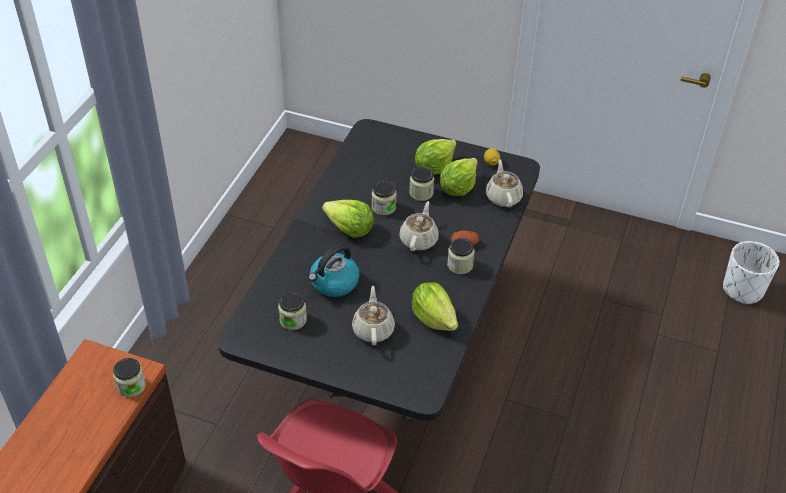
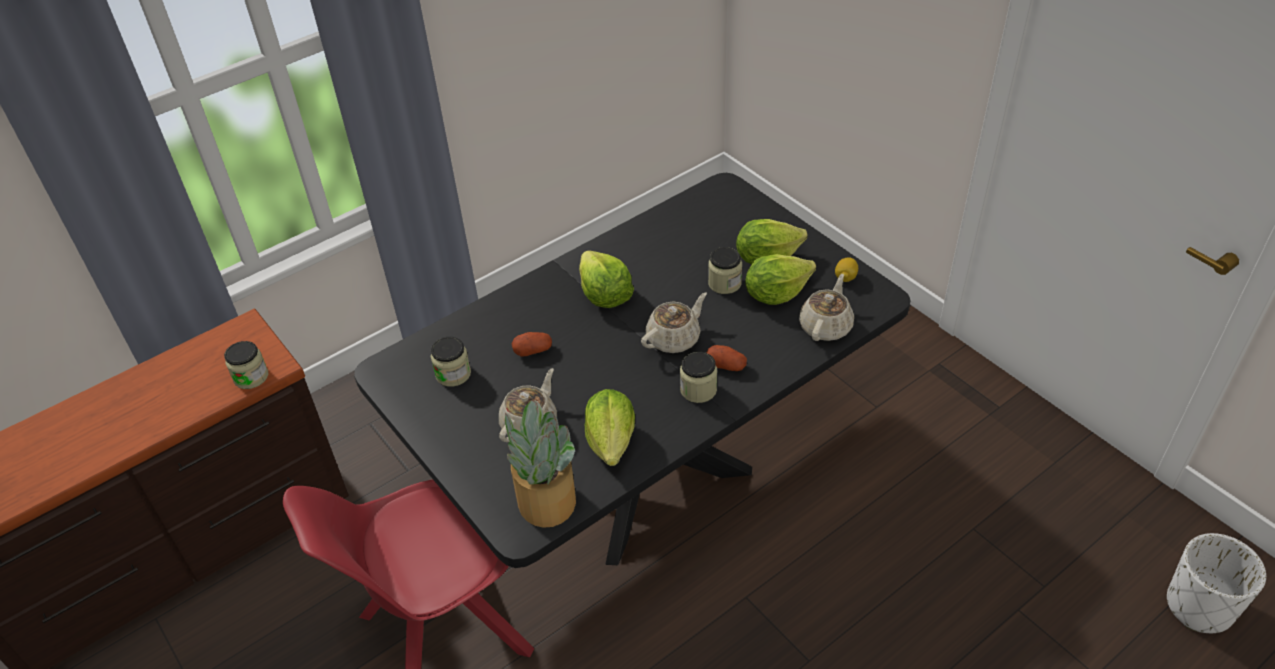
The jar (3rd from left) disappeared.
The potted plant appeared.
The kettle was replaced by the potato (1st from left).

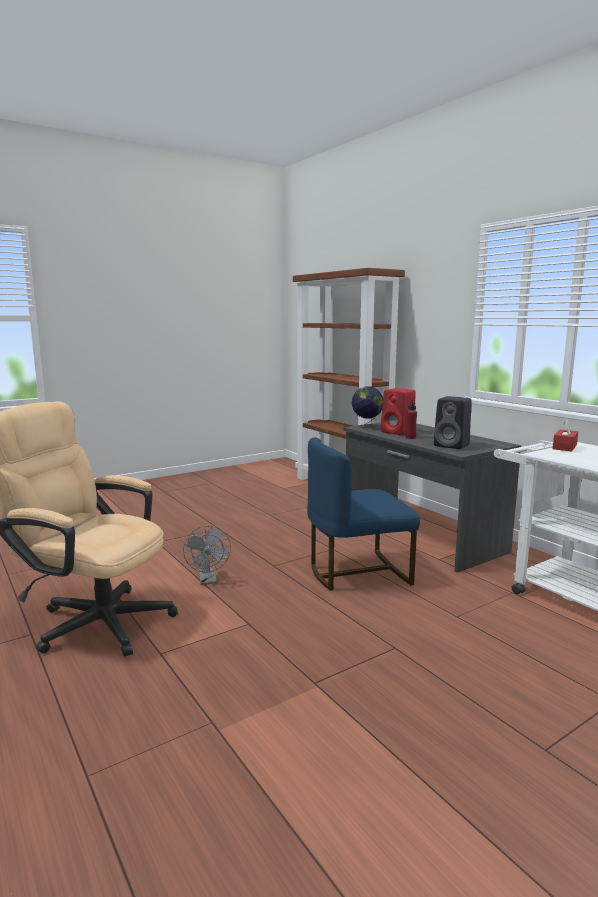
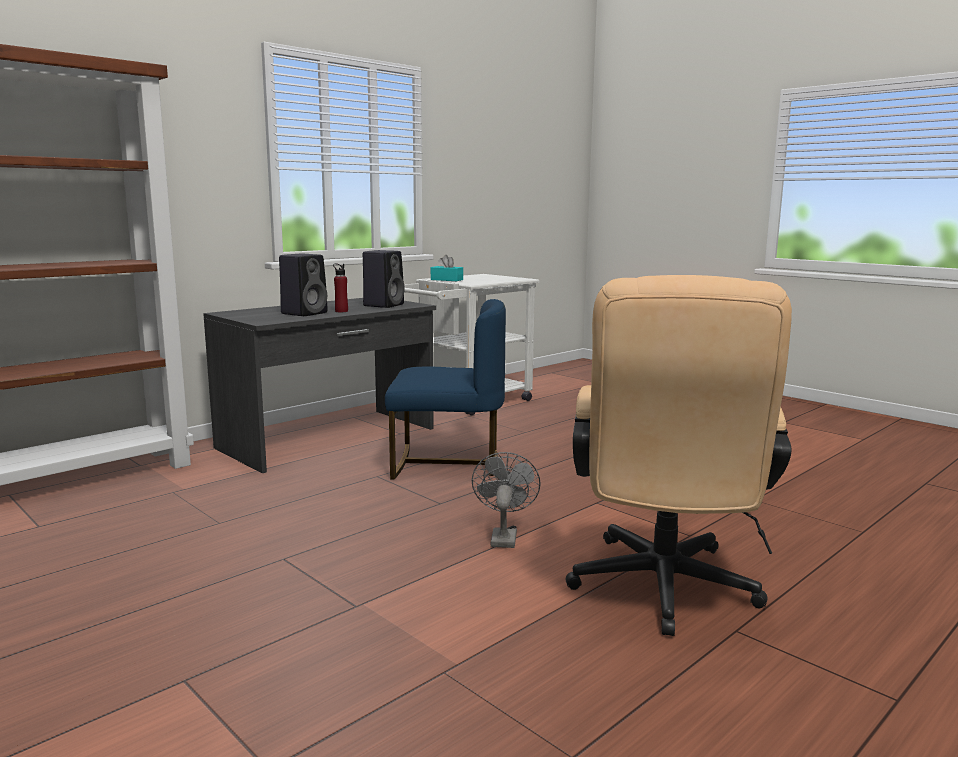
The globe disappeared.
The speaker in red became the speaker in black (1st from left).
The tissue box in red became the tissue box in turquoise.
The fan in grey turned 60 degrees counterclockwise.
The chair in blue turned 60 degrees counterclockwise.

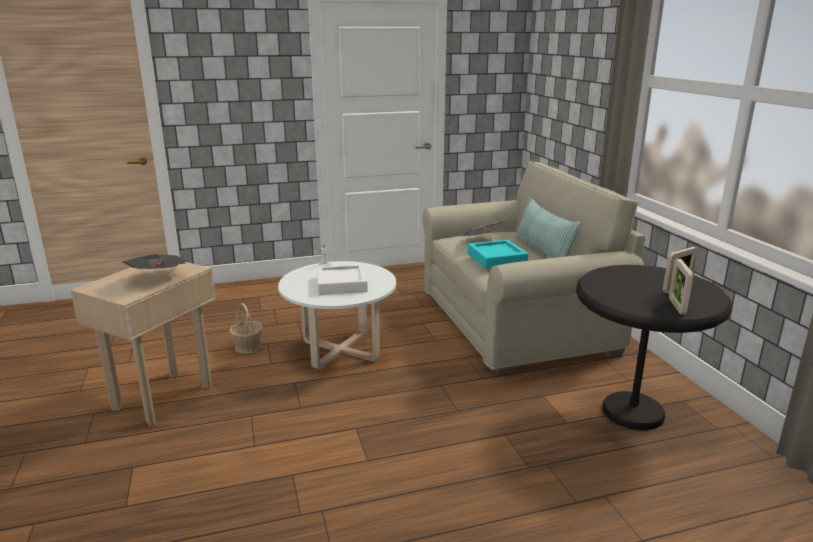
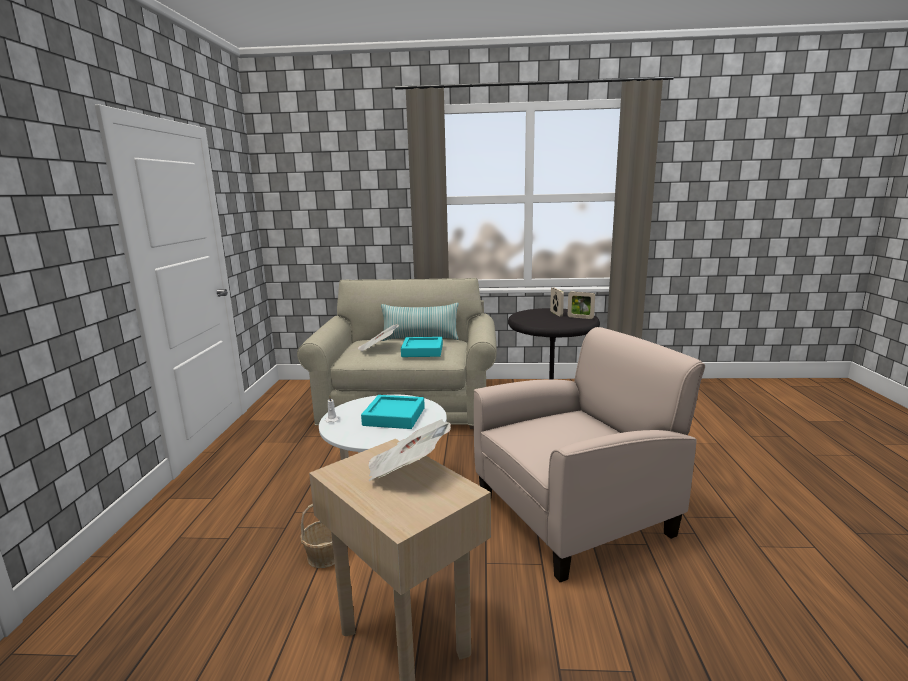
The armchair in beige appeared.
The tray in white became the tray in turquoise (1st from left).

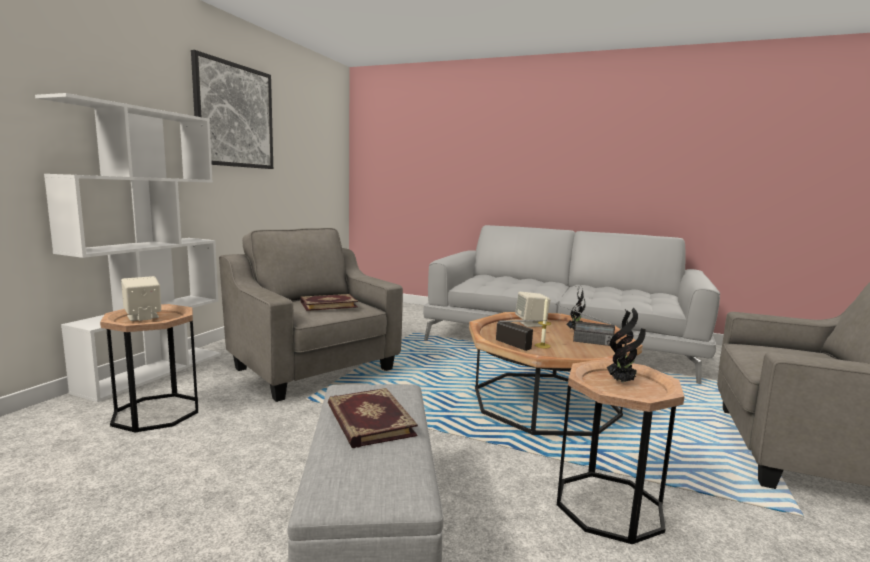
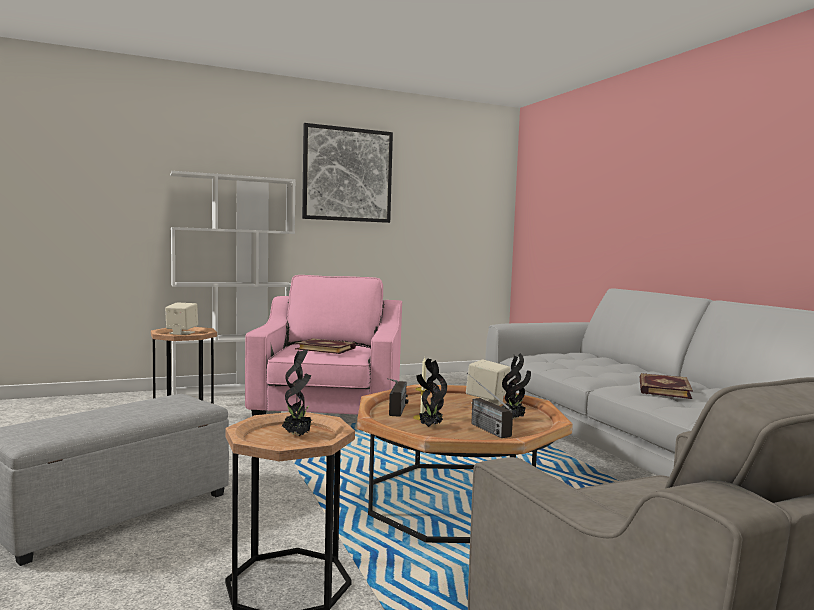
The potted plant (2nd from left) appeared.
The book (2nd from left) moved.
The armchair in grey (1st from left) became the armchair in pink.

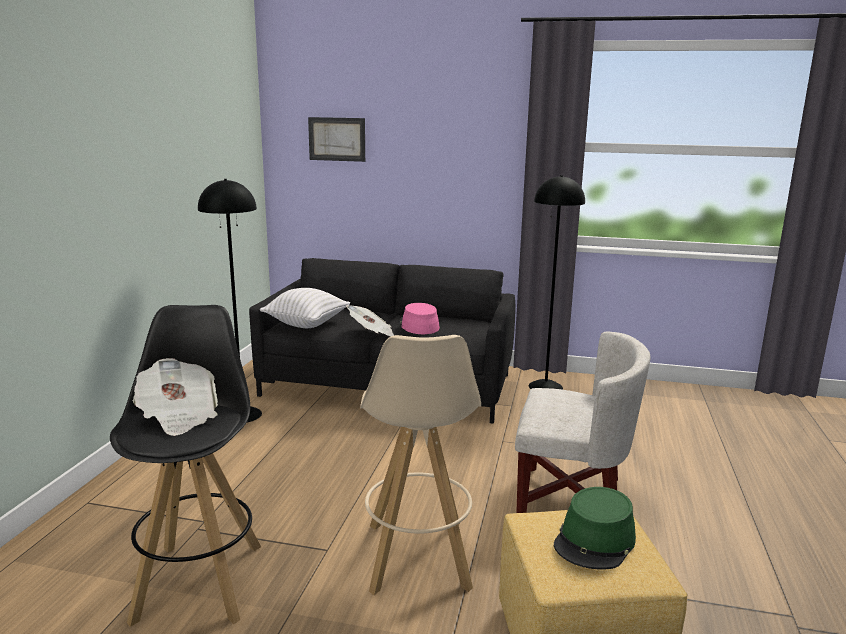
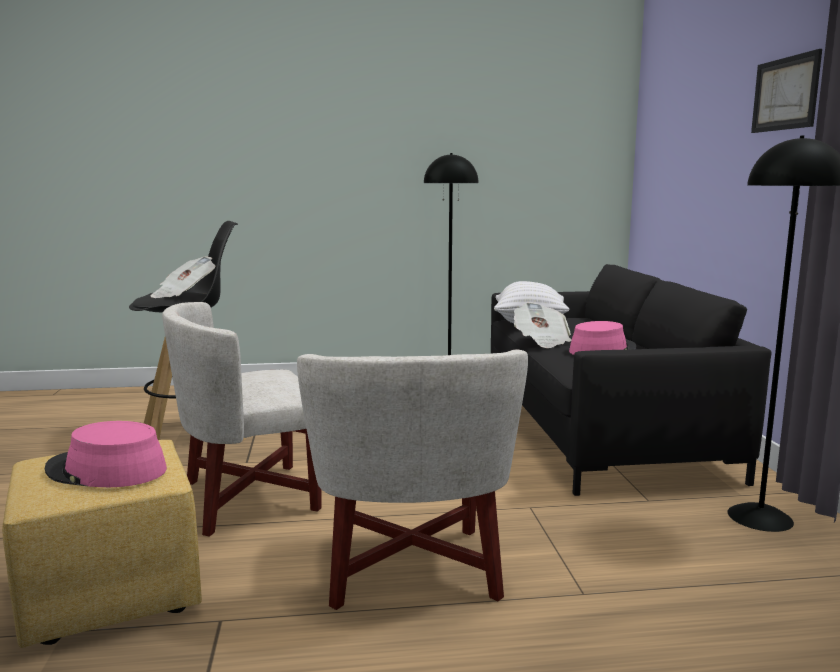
The picture moved.
The stool in beige was replaced by the armchair in white (1st from left).
The hat in green became the hat in pink (1st from left).

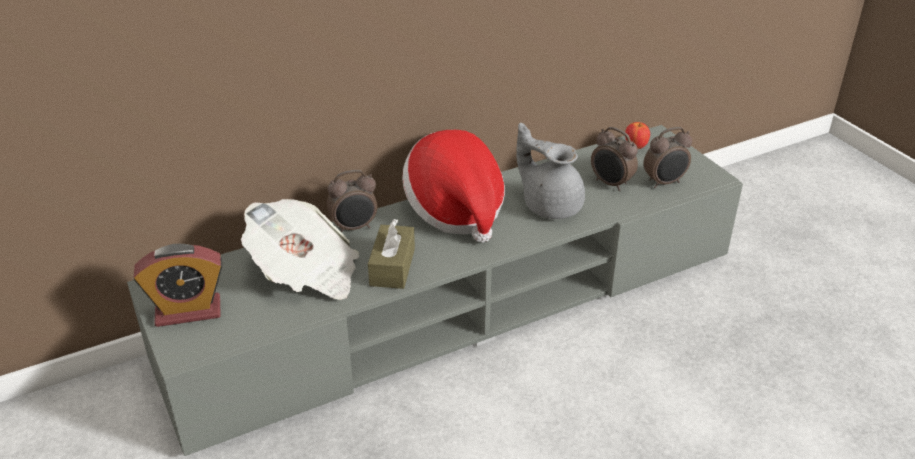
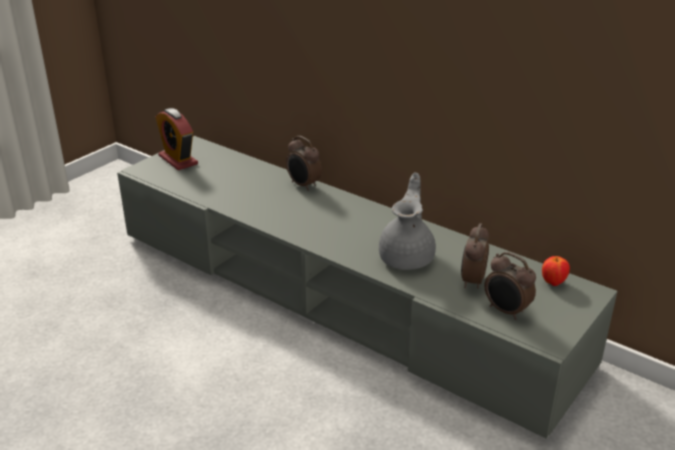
The newspaper disappeared.
The tissue box in brown disappeared.
The hat disappeared.

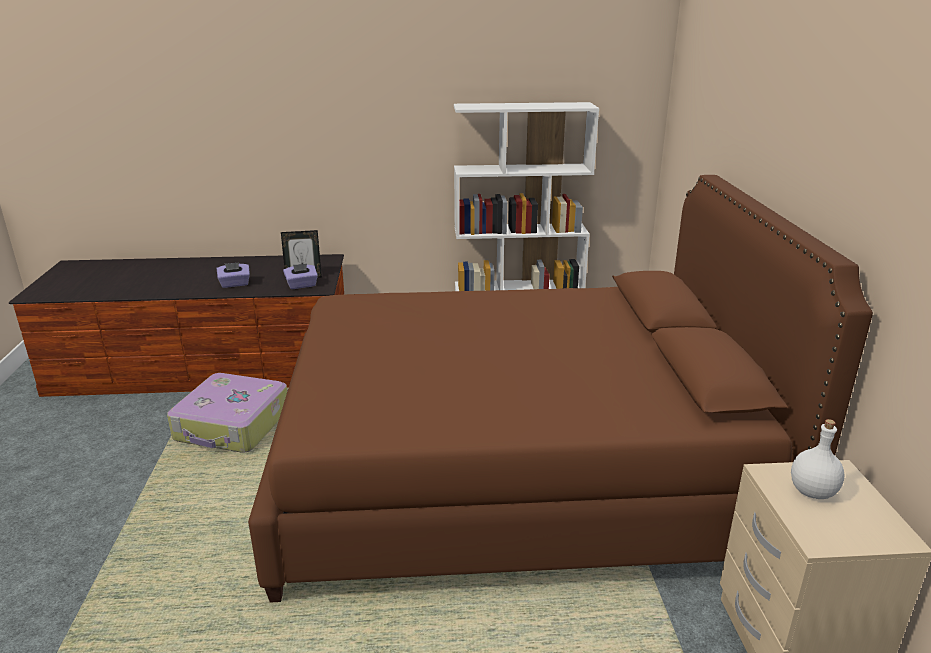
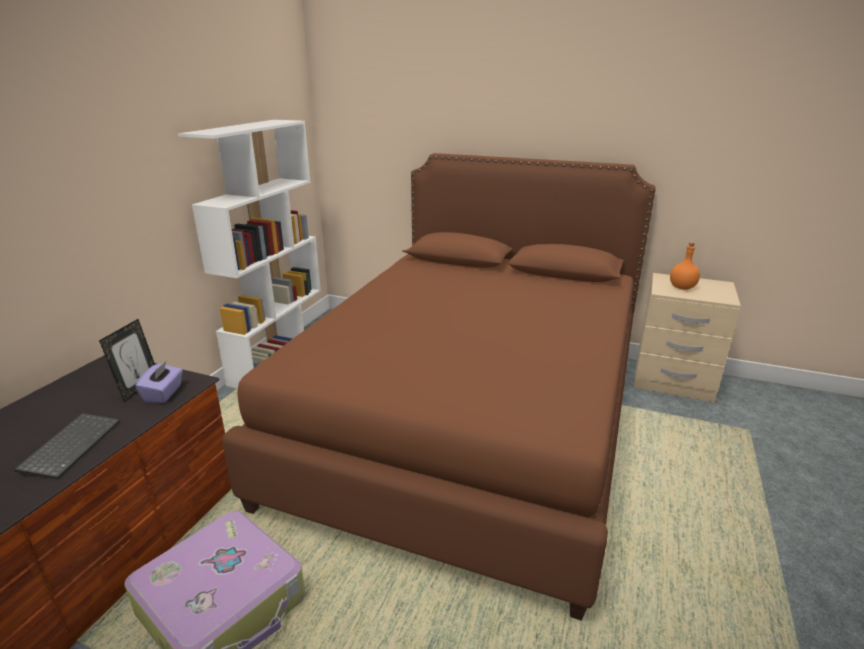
The tissue box in purple (1st from left) was replaced by the keyboard.
The bottle in white became the bottle in orange.

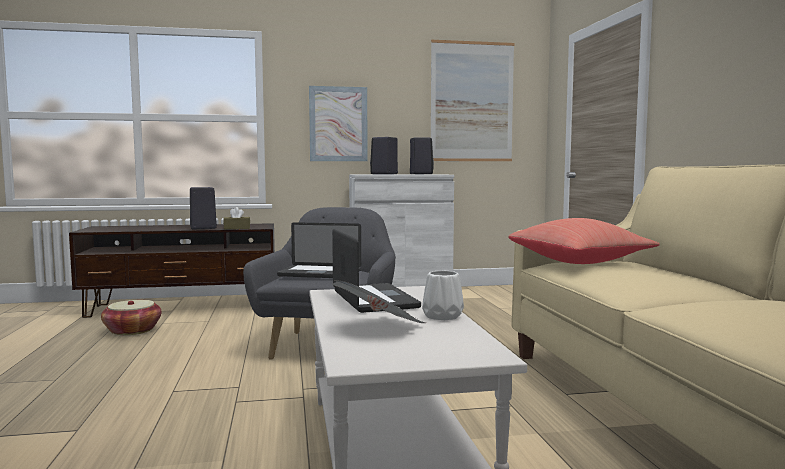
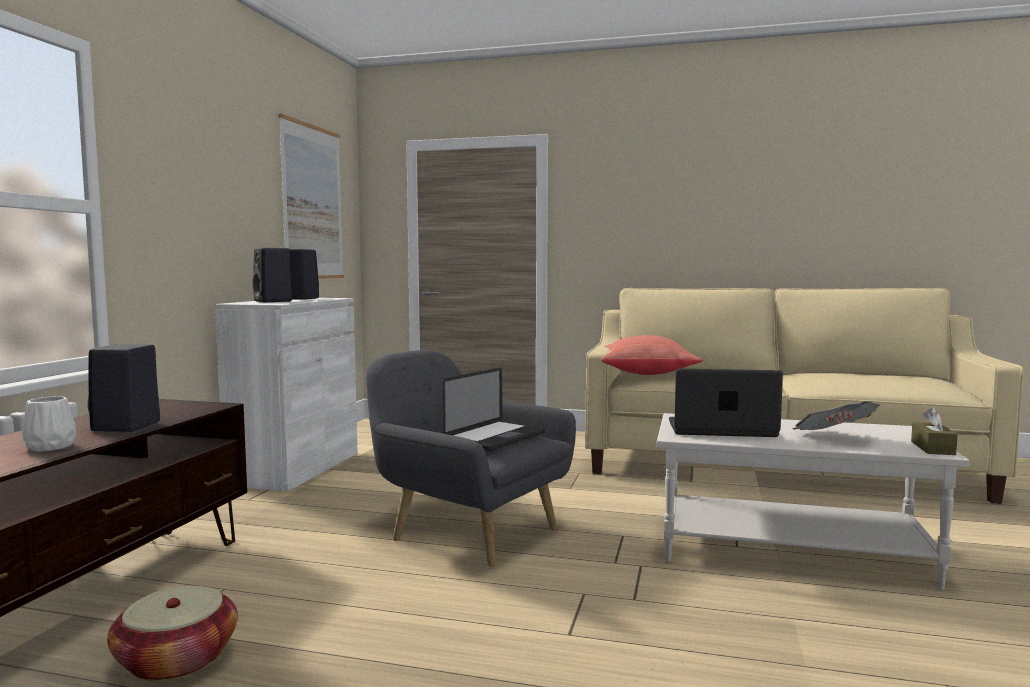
The picture (1st from left) disappeared.
The tissue box in brown moved.
The vase in white moved.

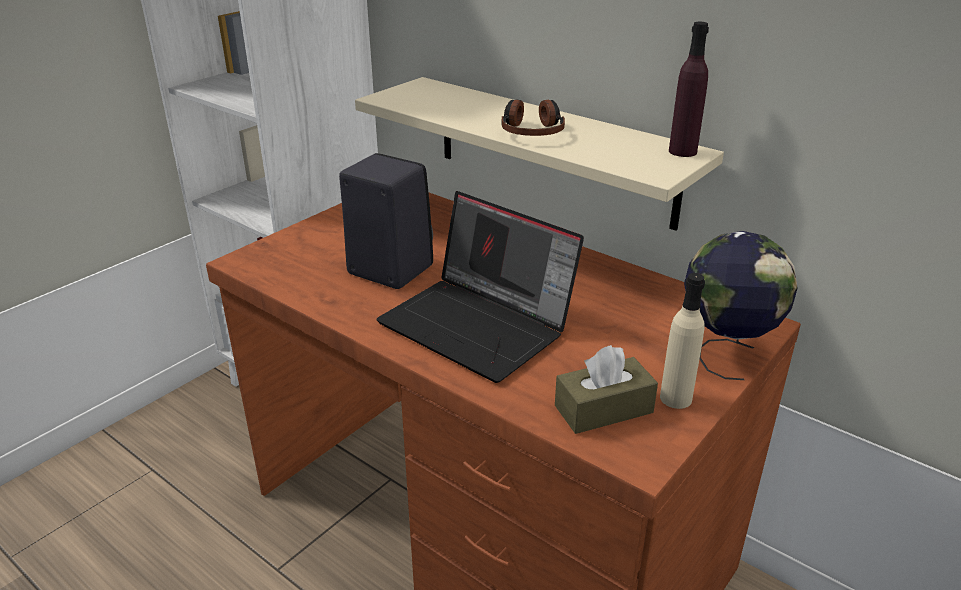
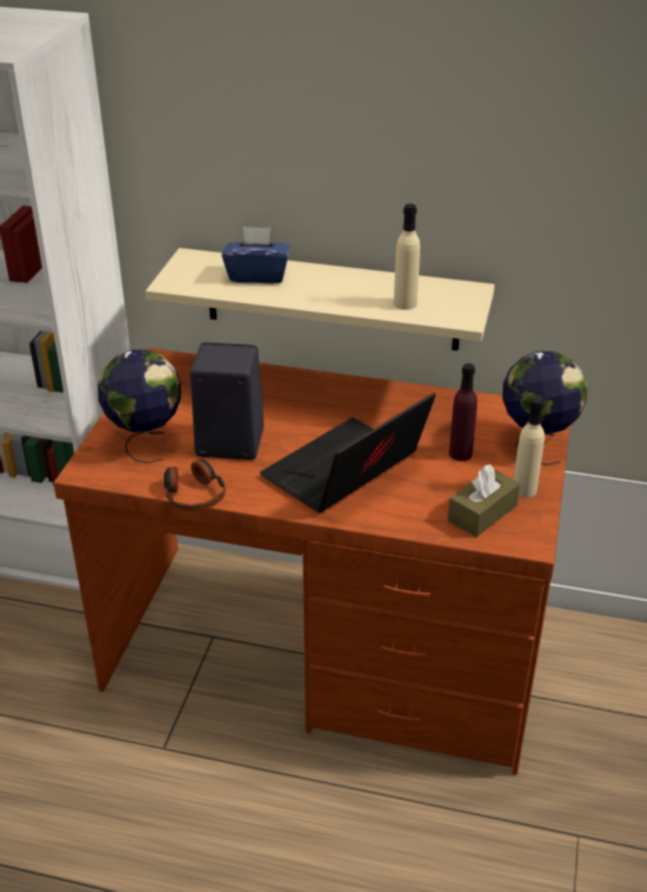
The globe (1st from left) appeared.
The tissue box in blue appeared.
The bottle in beige (1st from left) appeared.
The headphones moved.
The bottle in purple moved.
The laptop turned 120 degrees clockwise.

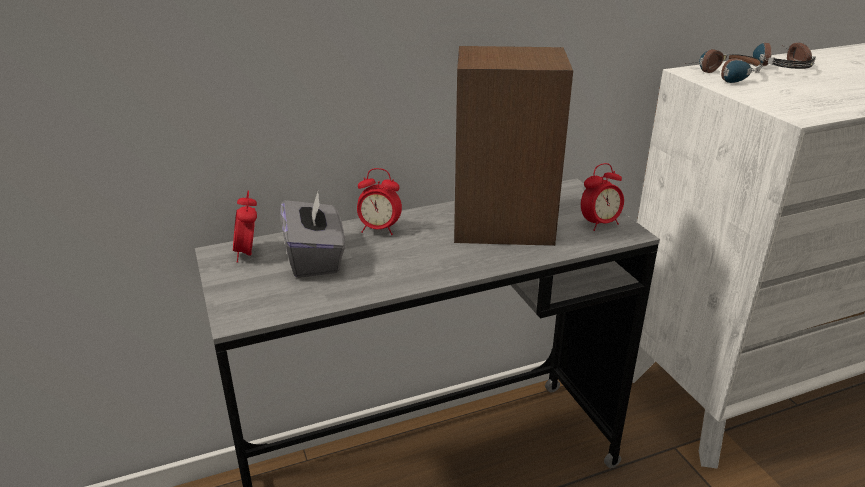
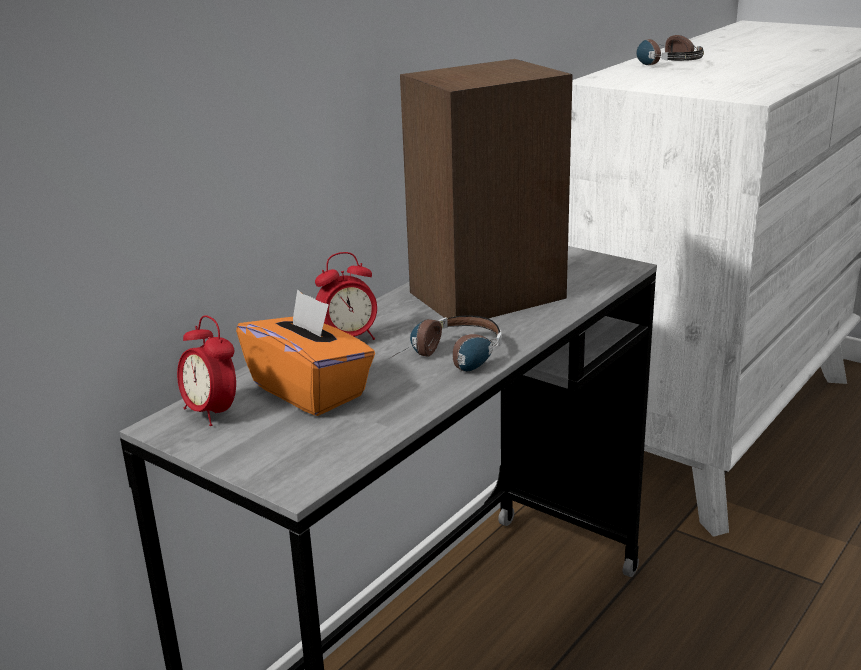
The alarm clock (3rd from left) disappeared.
The headphones (1st from left) moved.
The tissue box in grey became the tissue box in orange.

